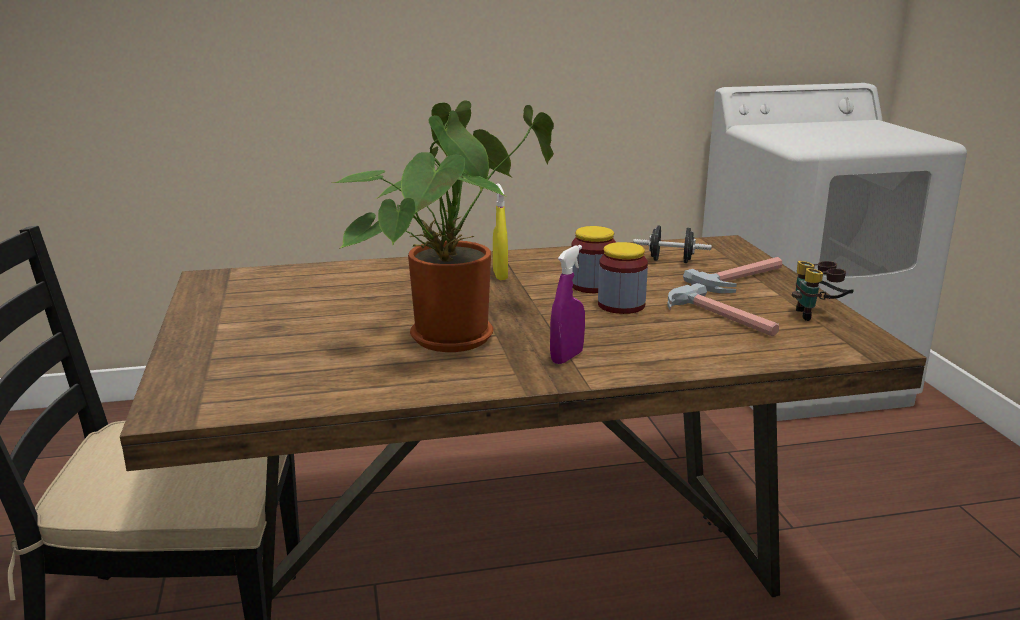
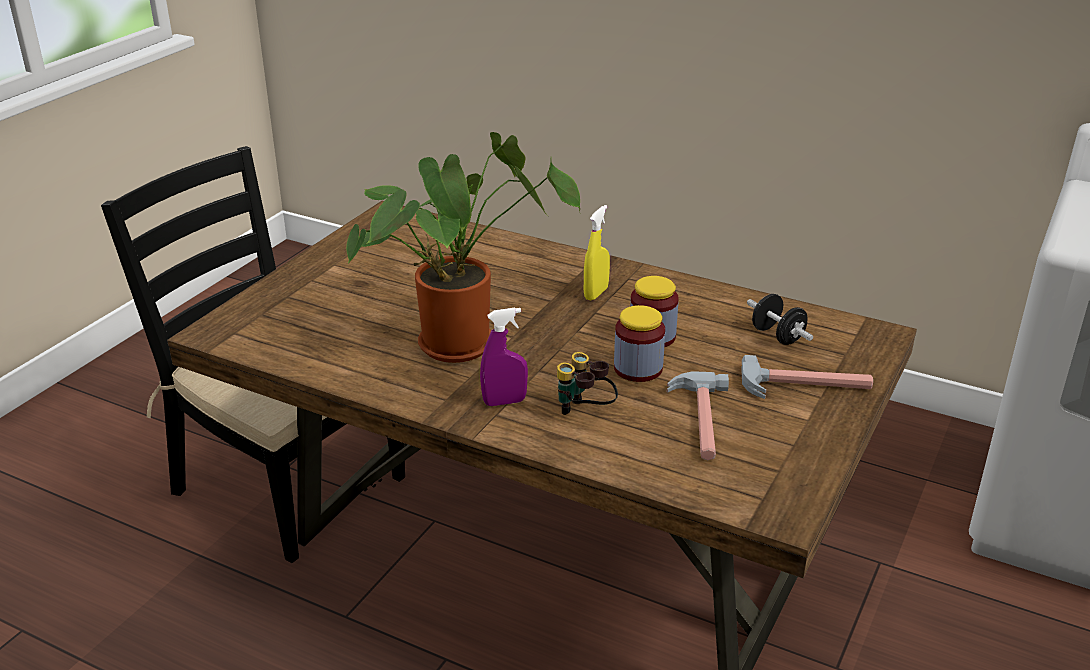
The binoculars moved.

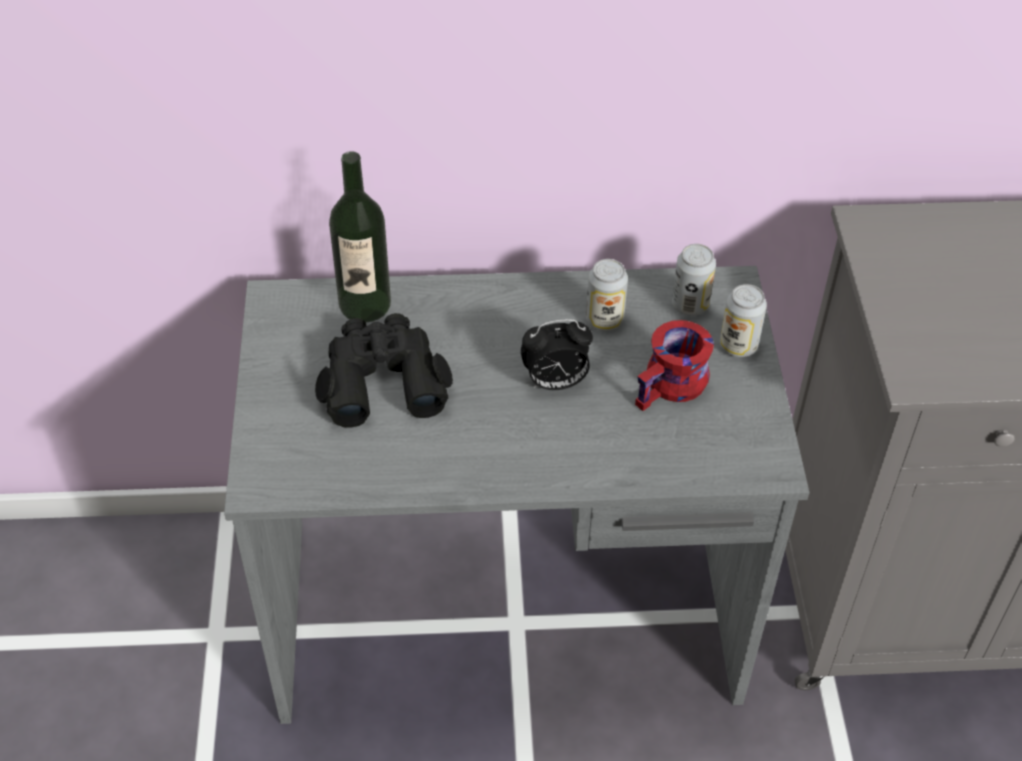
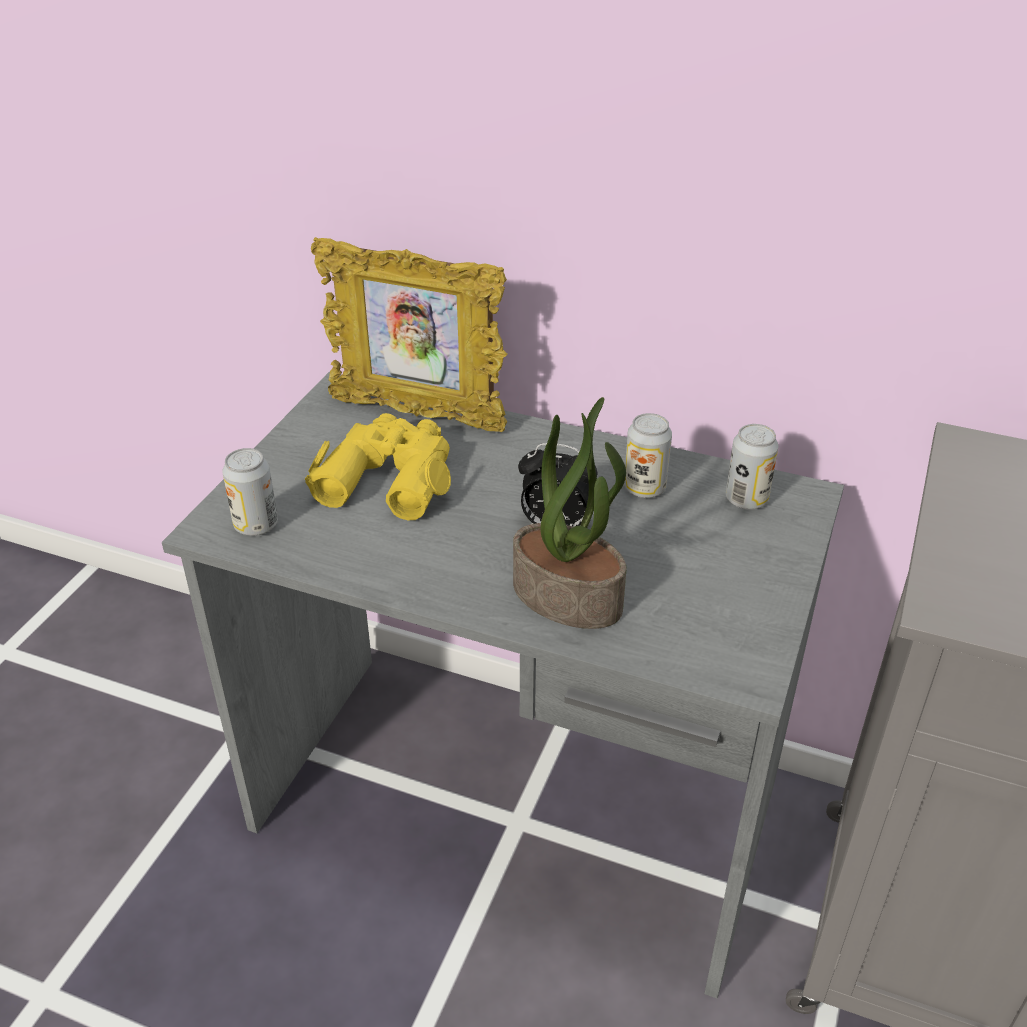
The mug in red disappeared.
The potted plant appeared.
The can (3rd from left in the first image) moved.
The bottle was replaced by the picture frame.
The binoculars in black became the binoculars in yellow.

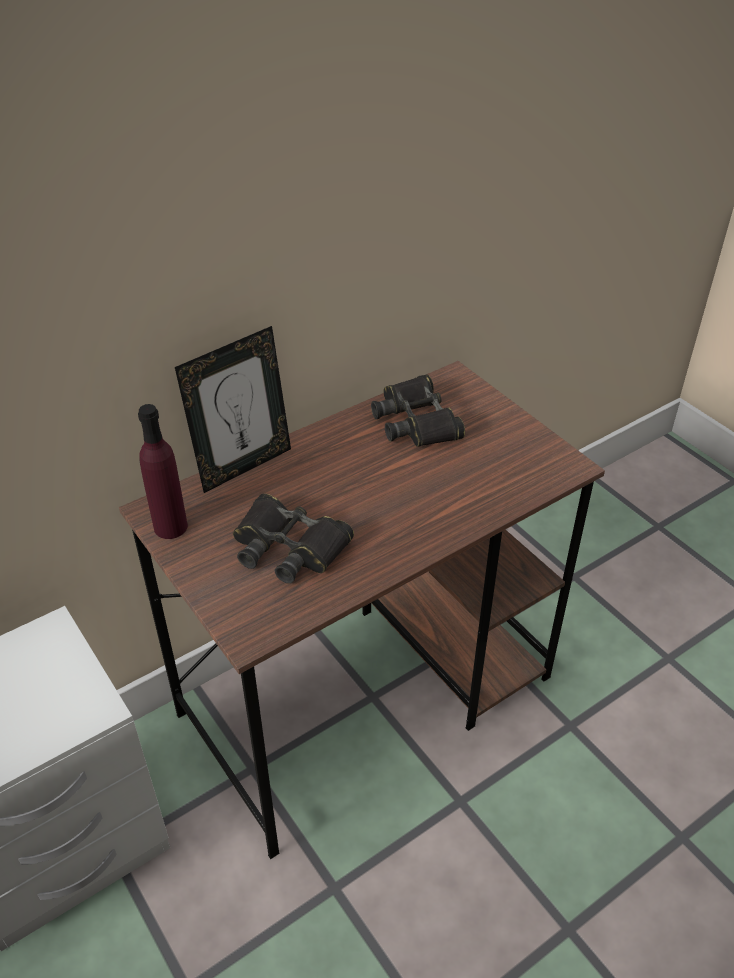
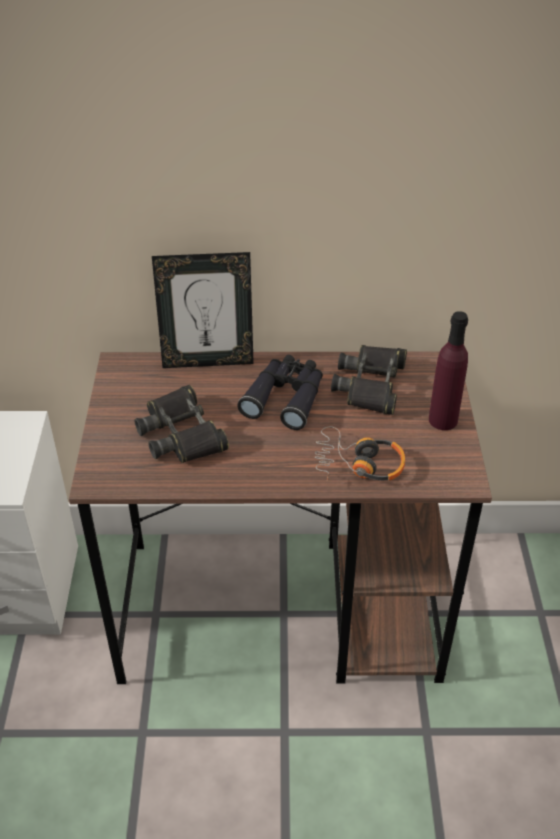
The binoculars in black (2nd from left) appeared.
The headphones appeared.
The bottle in purple moved.

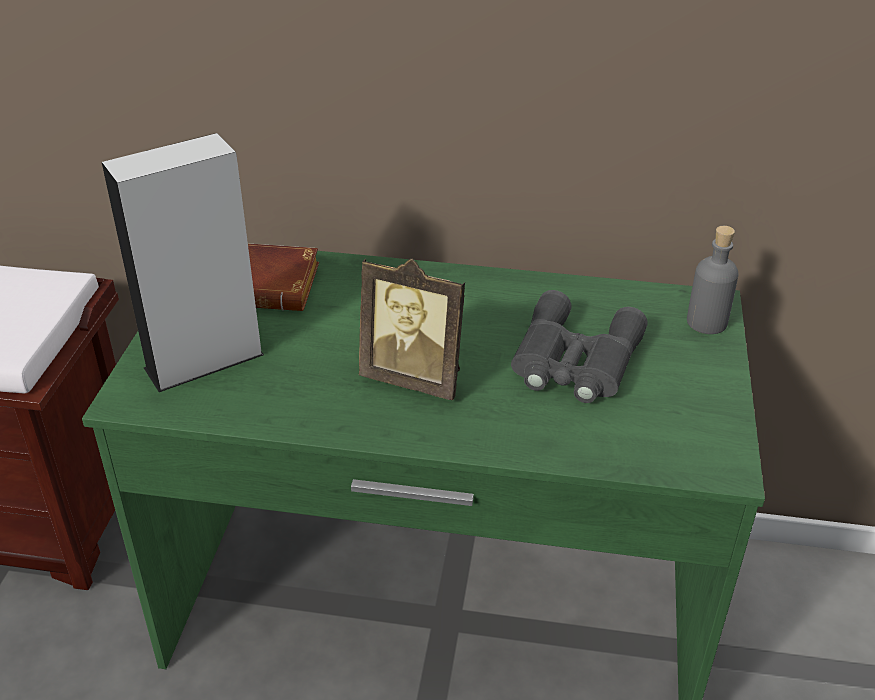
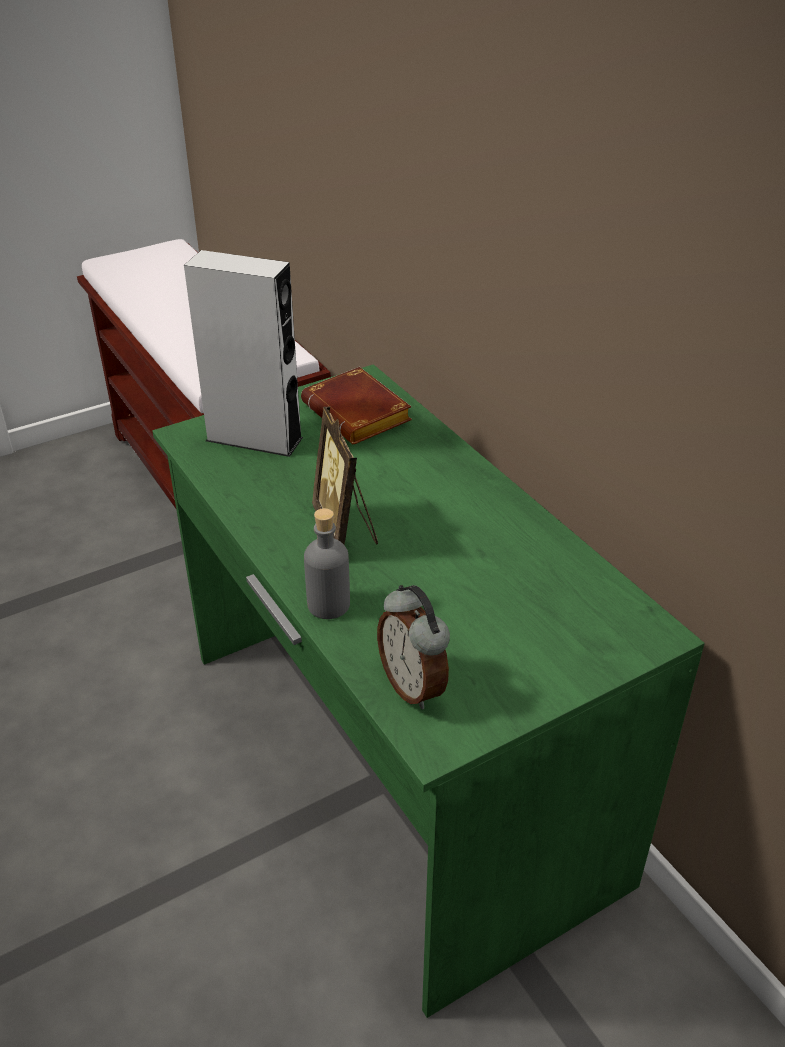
The binoculars in grey disappeared.
The alarm clock appeared.
The bottle in grey moved.

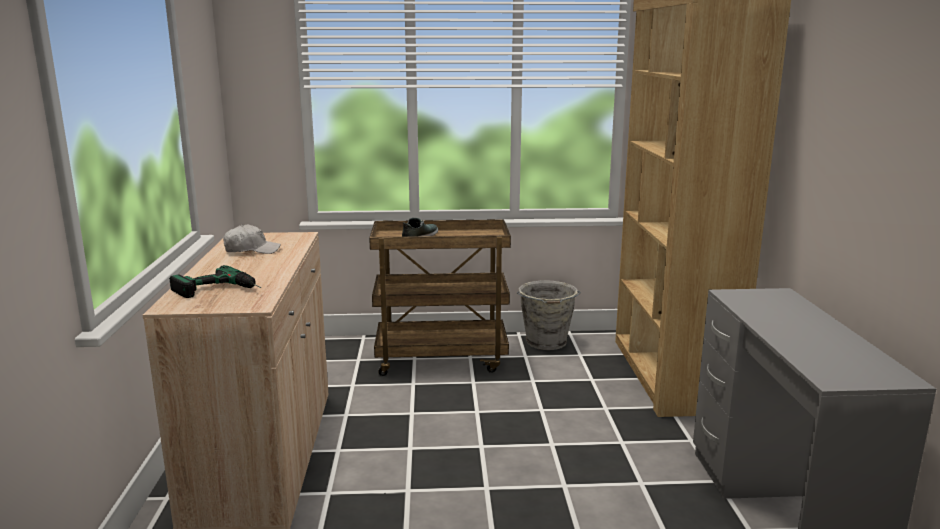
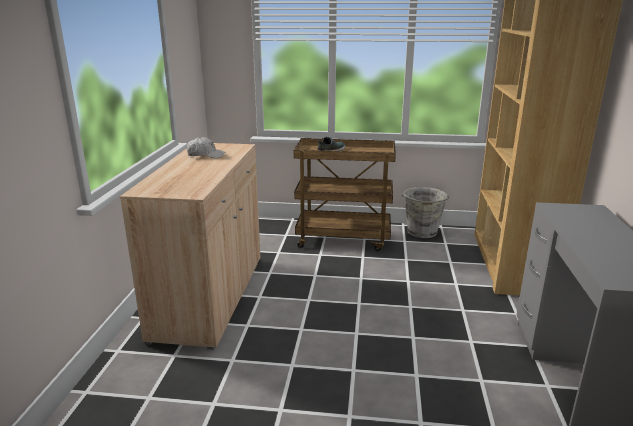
The power drill disappeared.

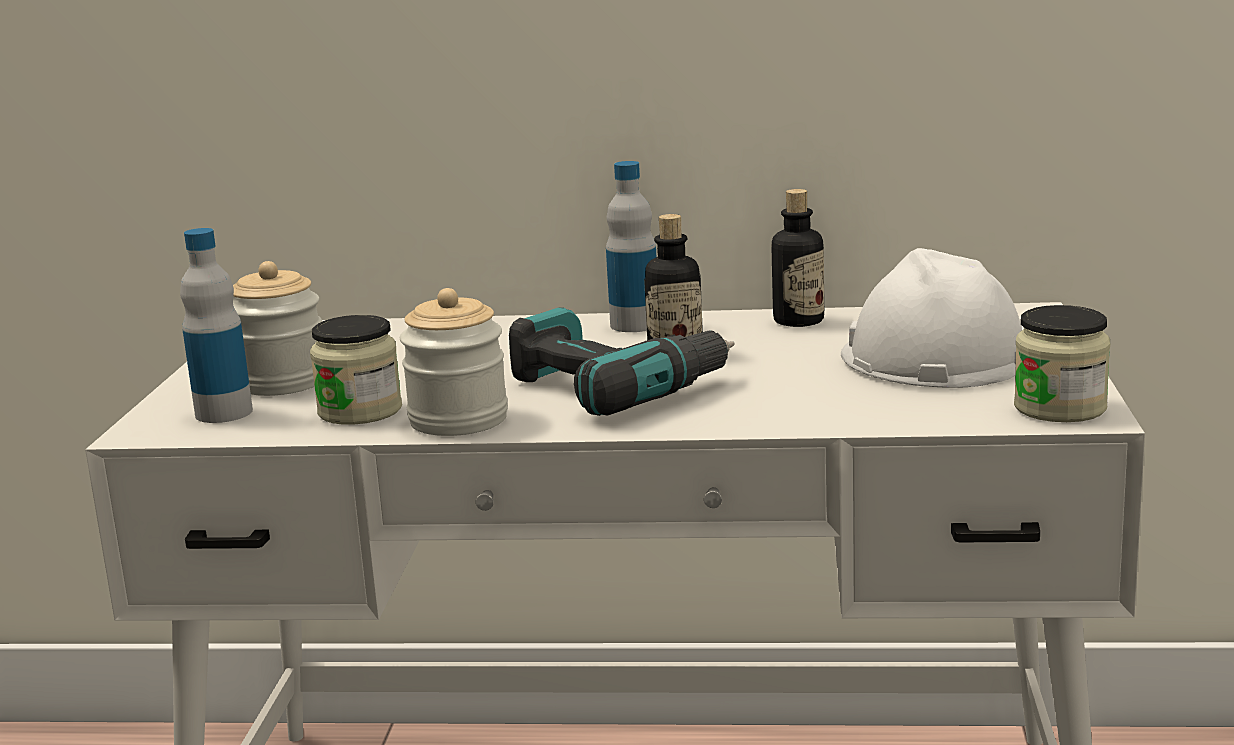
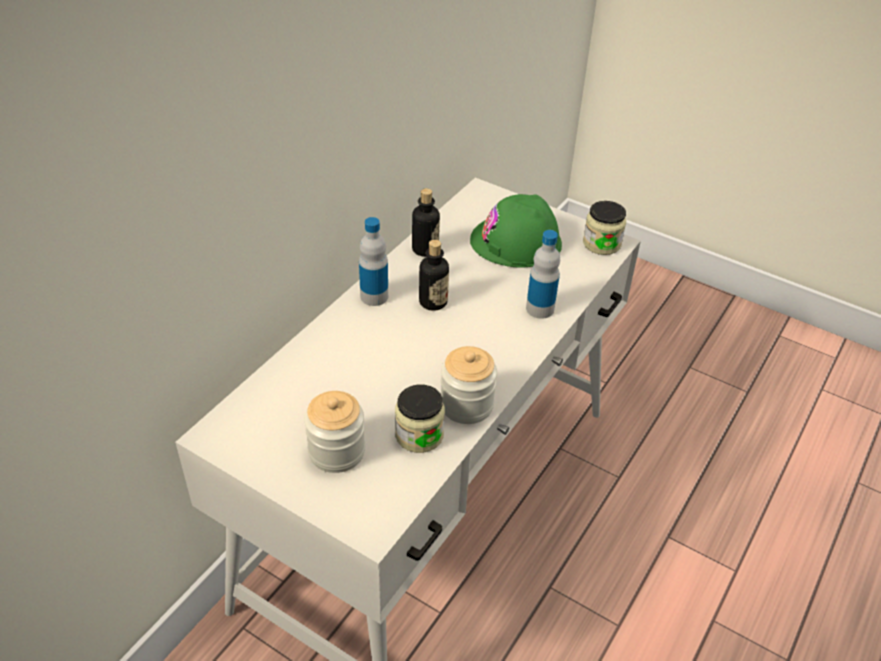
The power drill disappeared.
The bottle (1st from left in the first image) moved.
The hard hat in white became the hard hat in green.

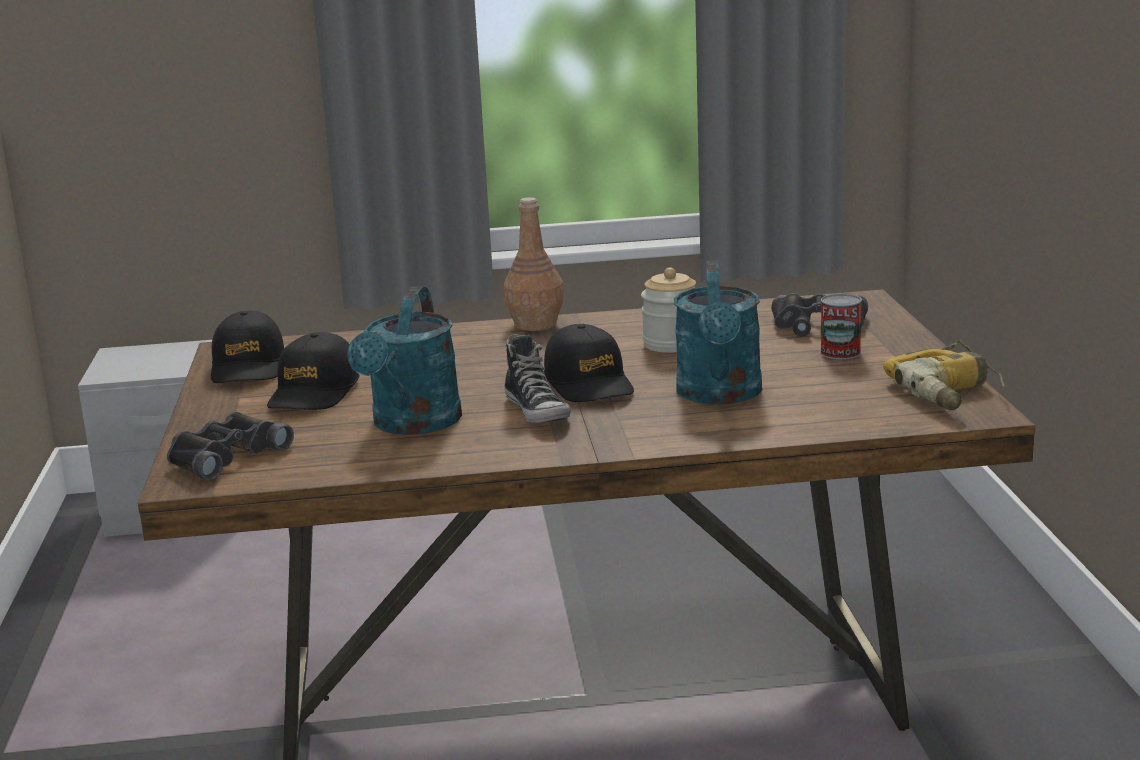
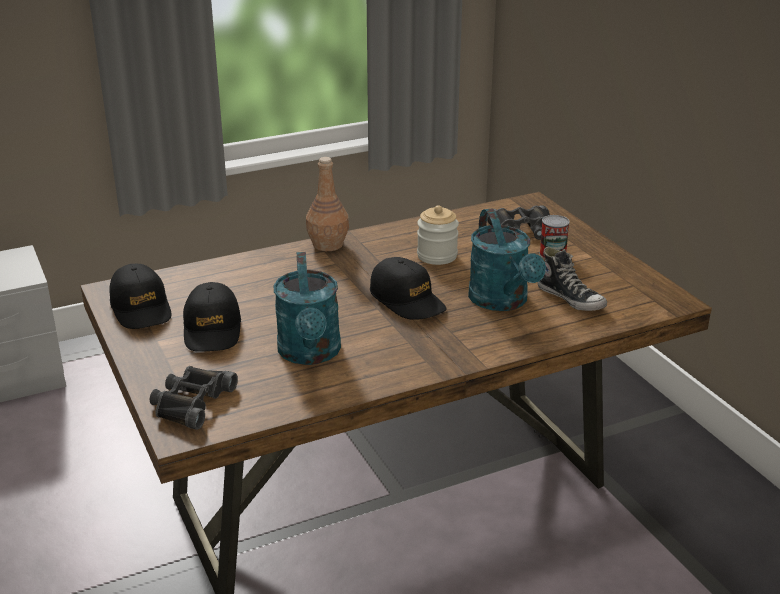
The power drill disappeared.
The shoe moved.

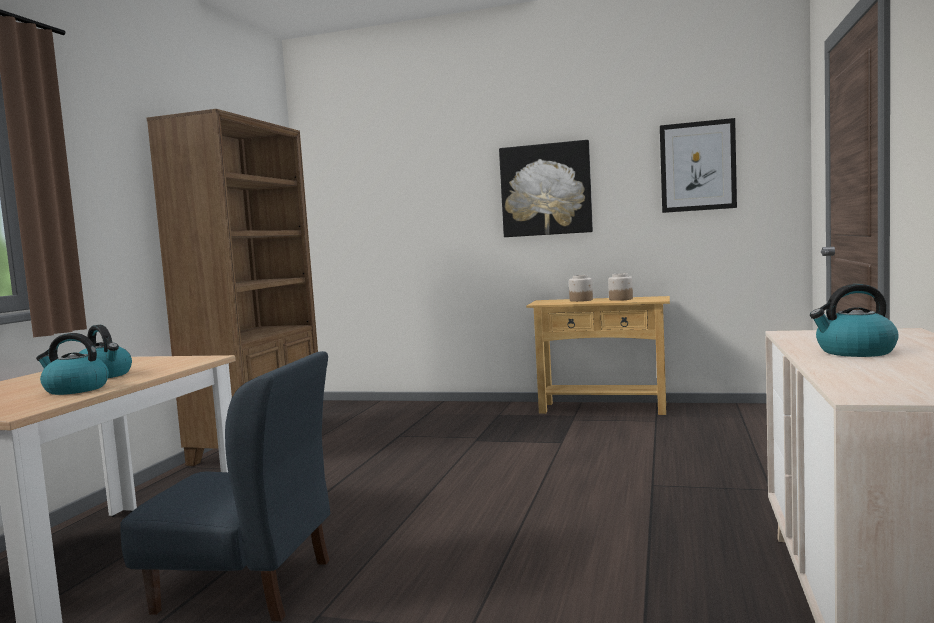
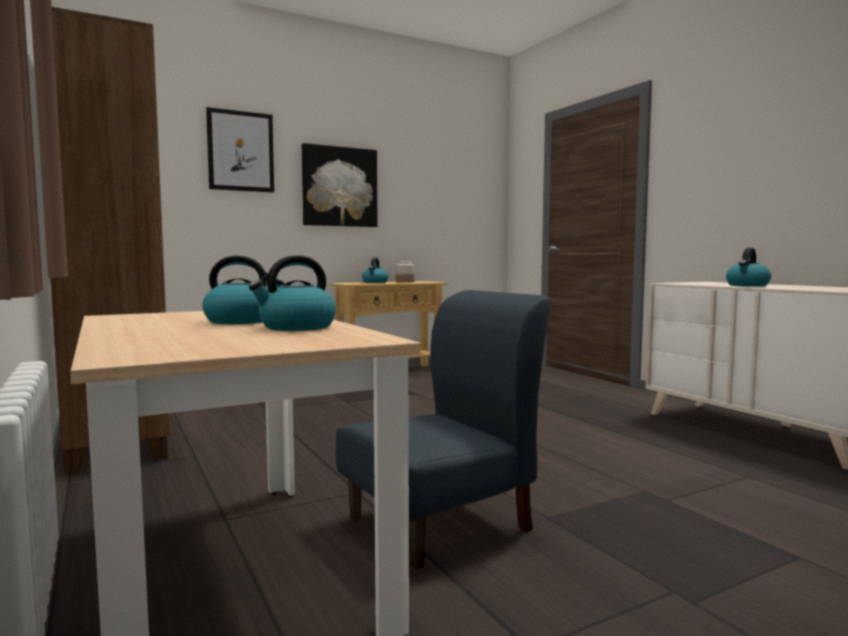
The picture (2nd from left in the first image) moved.
The jar (1st from left) was replaced by the kettle (3rd from left).

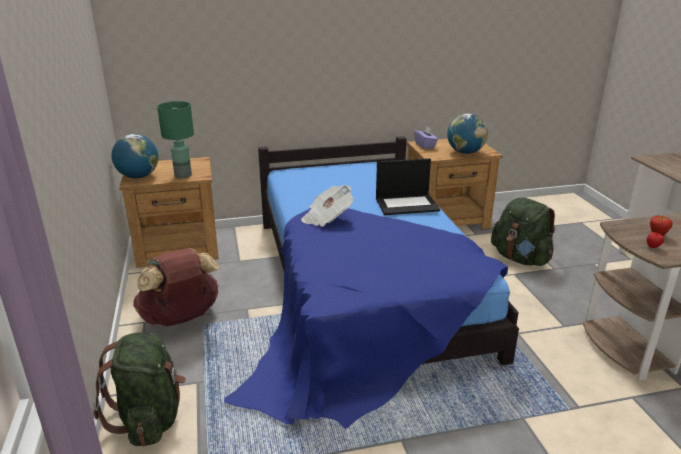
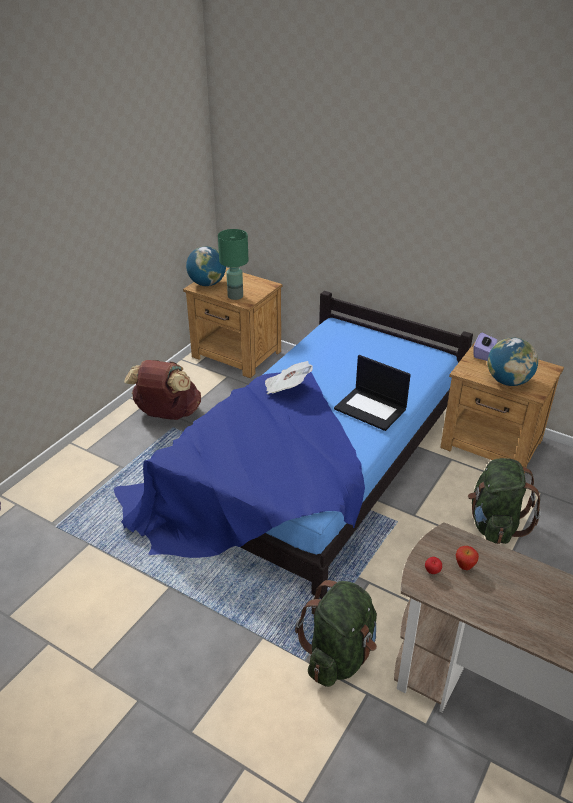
The backpack in green (1st from left) moved.

